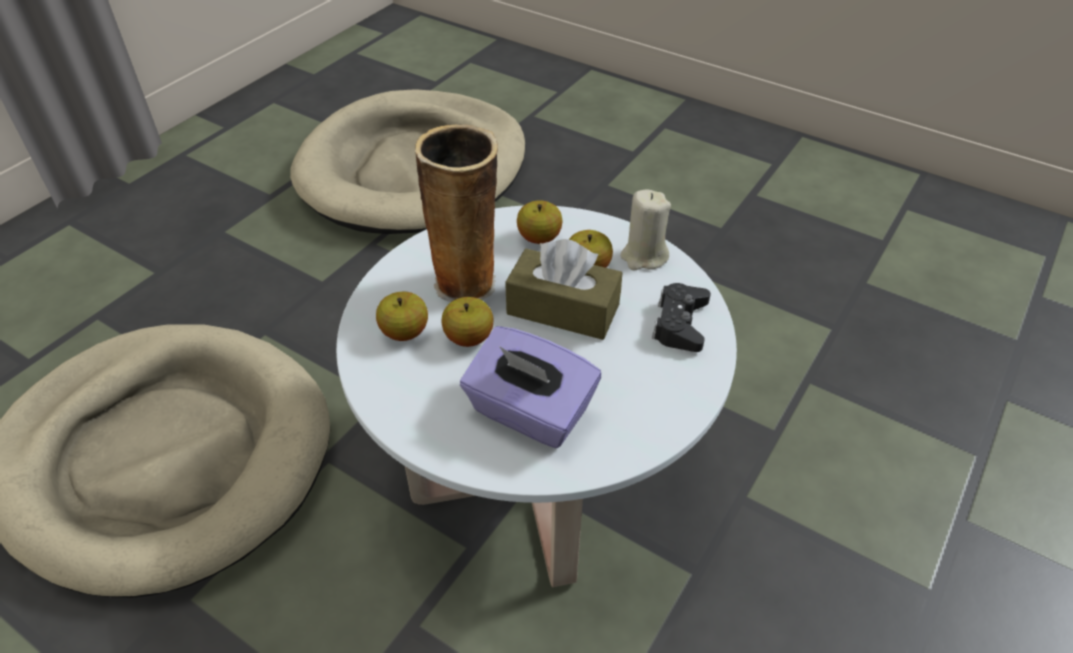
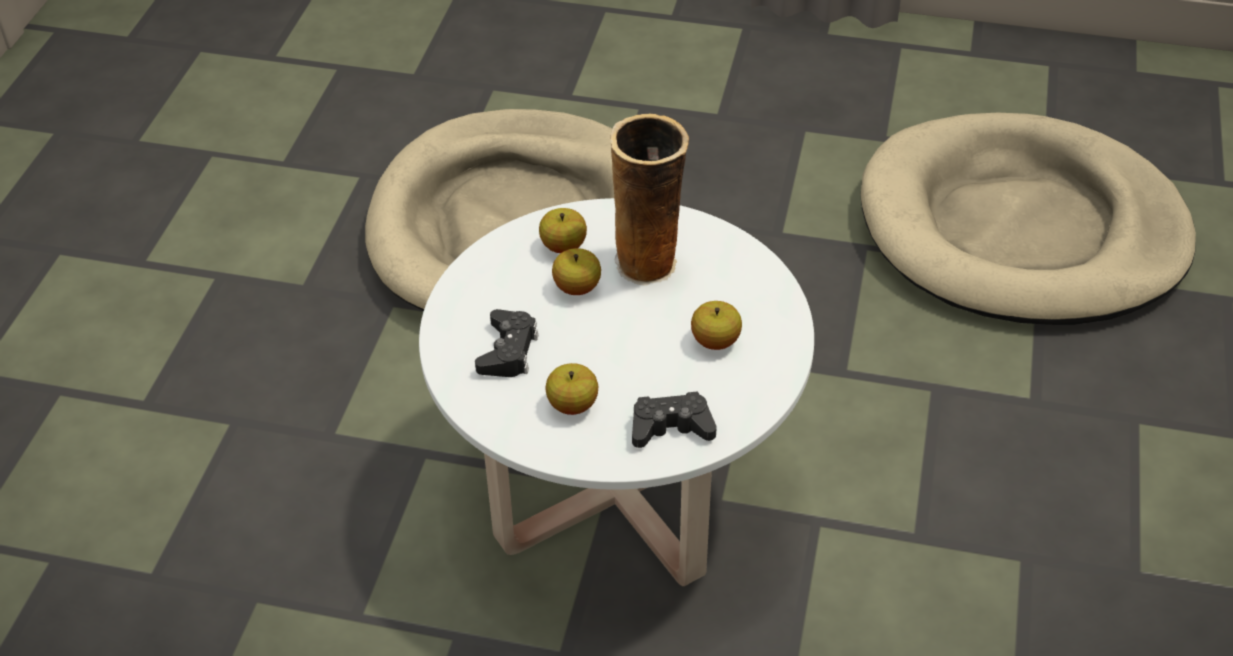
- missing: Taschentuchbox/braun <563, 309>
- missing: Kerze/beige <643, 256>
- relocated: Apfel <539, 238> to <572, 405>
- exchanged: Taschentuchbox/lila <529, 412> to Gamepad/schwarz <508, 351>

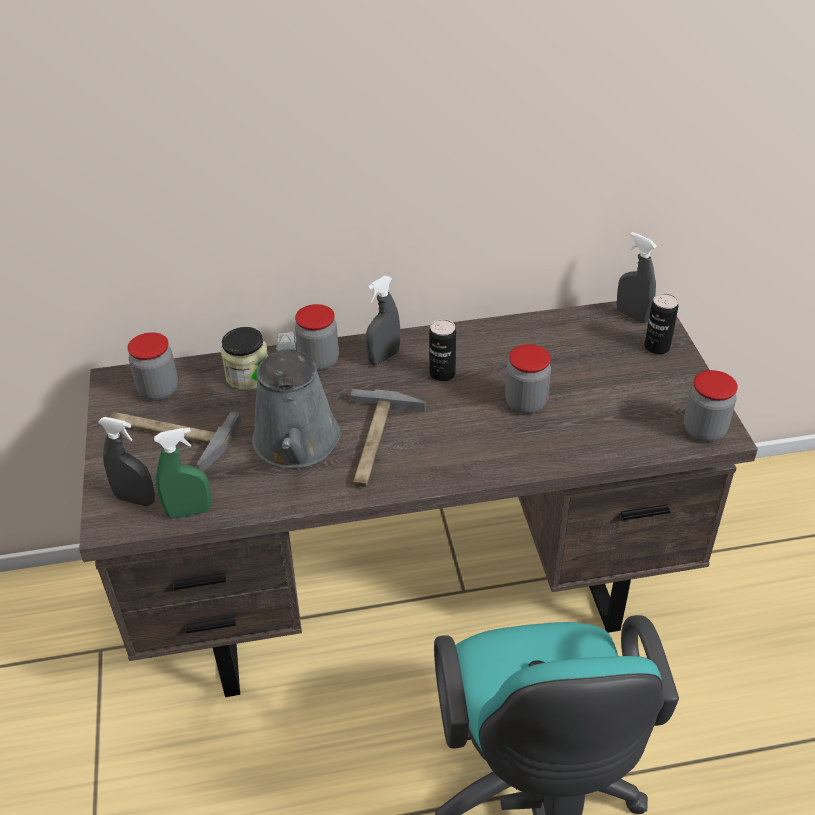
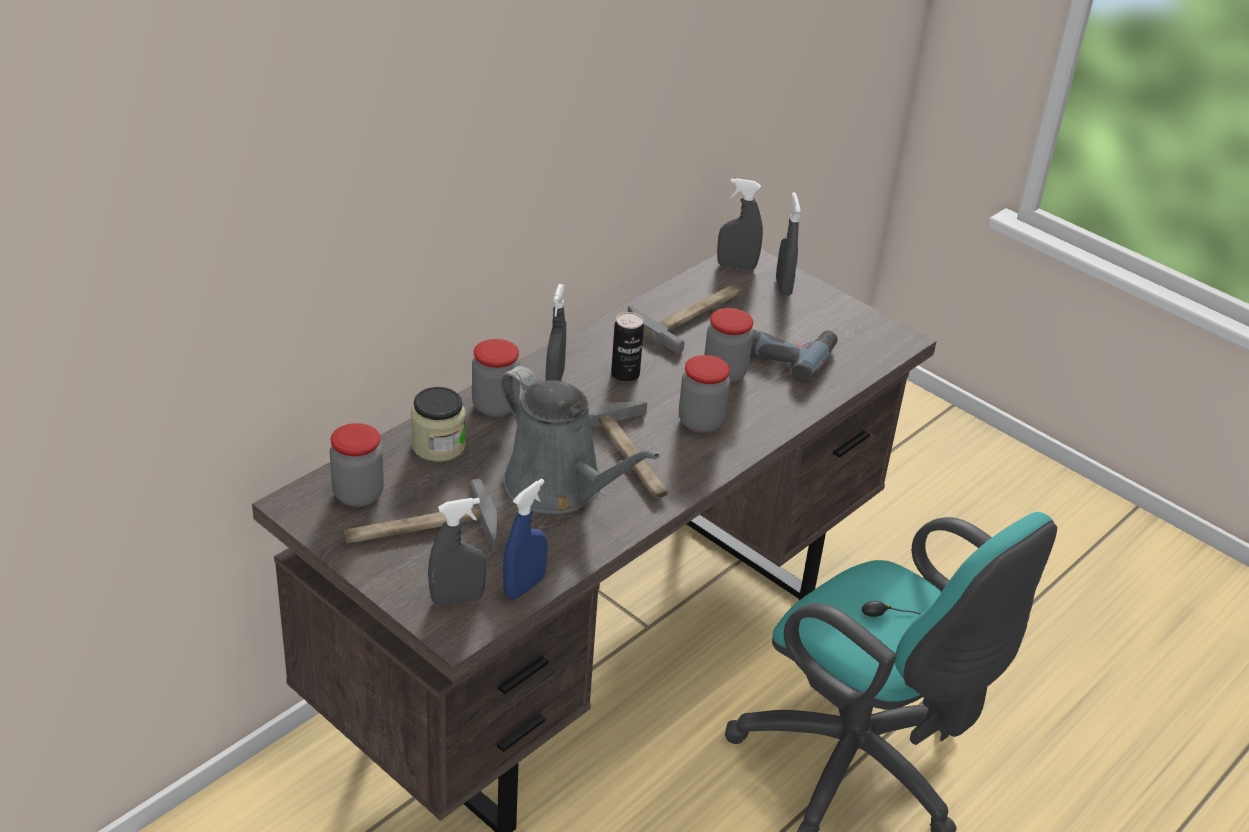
- appeared: Hammer <691, 314>
- appeared: Bohrmaschine <787, 353>
- relocated: Vorratsglas <704, 430> to <701, 422>
- exchanged: Dose <657, 347> to Sprühflasche/grau <783, 287>
- colour: Sprühflasche/grün <189, 511> to Sprühflasche/blau <524, 586>

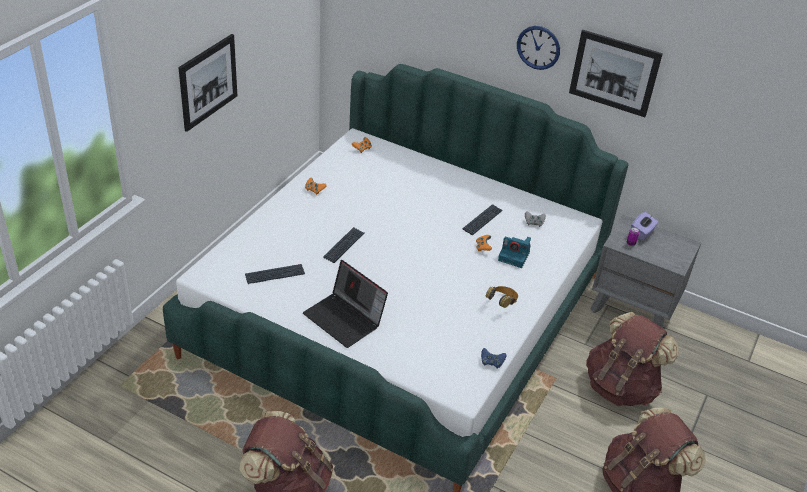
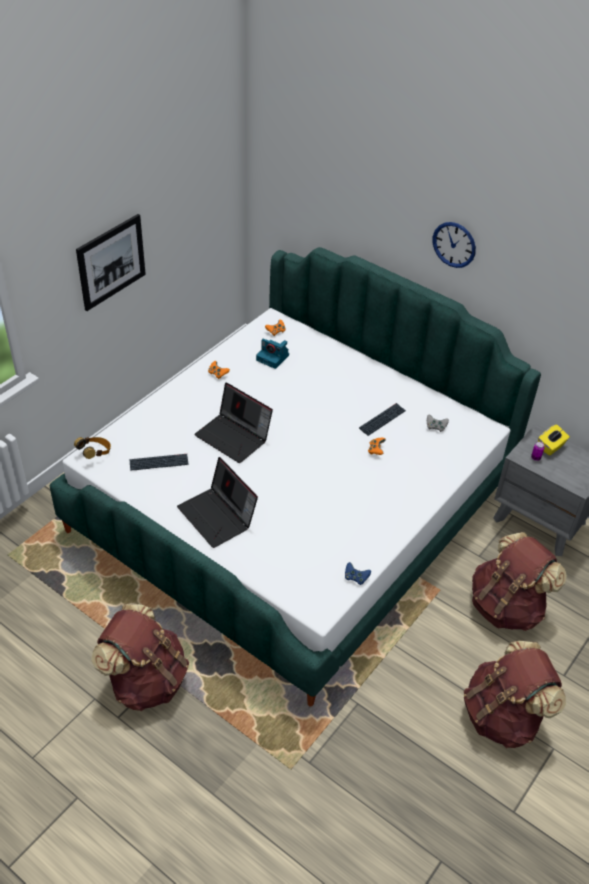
- missing: Bild <614, 73>
- relocated: Kopfhörer <502, 303> to <95, 453>
- relocated: Kamera <514, 256> to <273, 358>
- exchanged: Tastatur <344, 245> to Laptop <234, 437>
- colour: Taschentuchbox/lila <642, 233> to Taschentuchbox/gelb <551, 447>

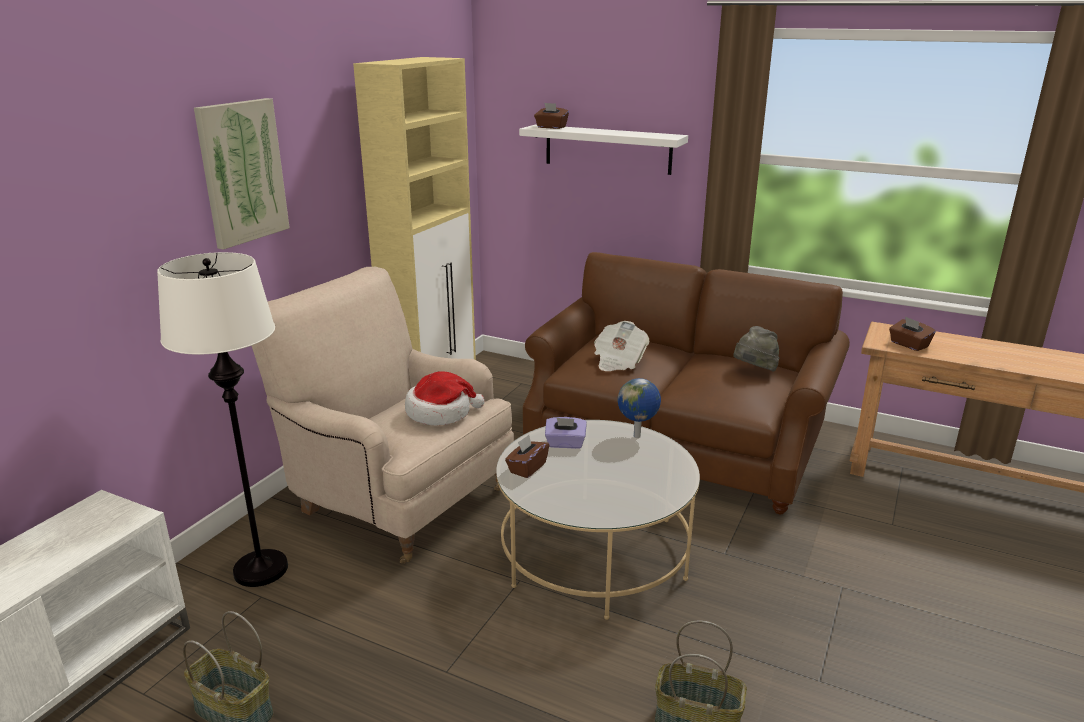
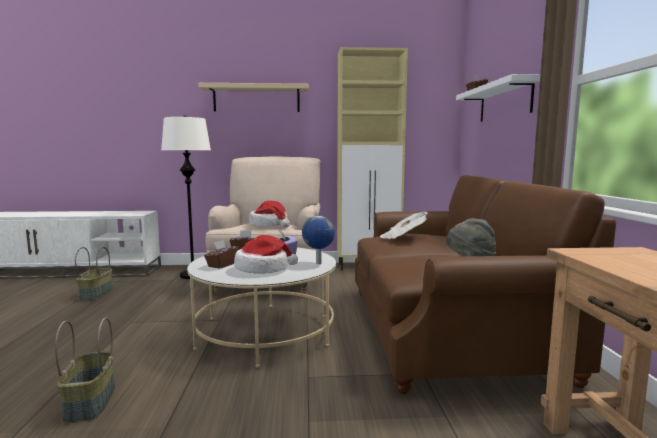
- appeared: Hut <263, 268>
- relocated: Taschentuchbox/braun <908, 345> to <222, 265>
- exchanged: Bild <242, 172> to Wandregal/beige <256, 99>

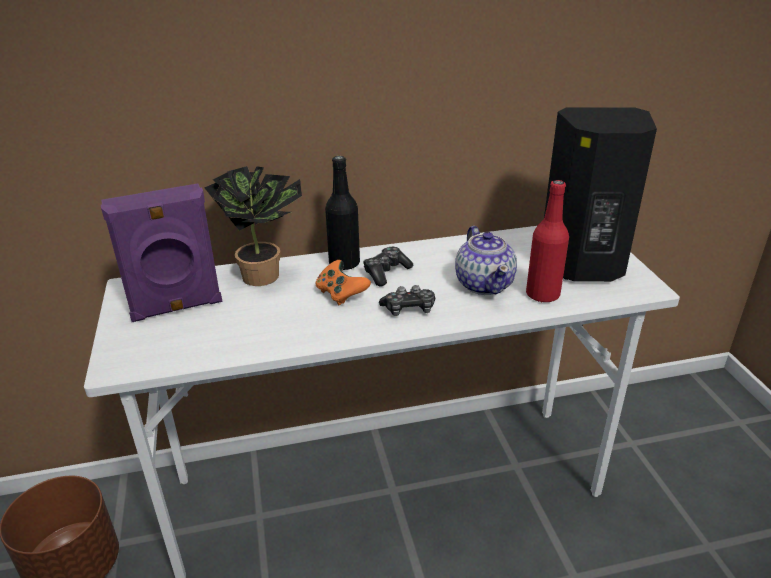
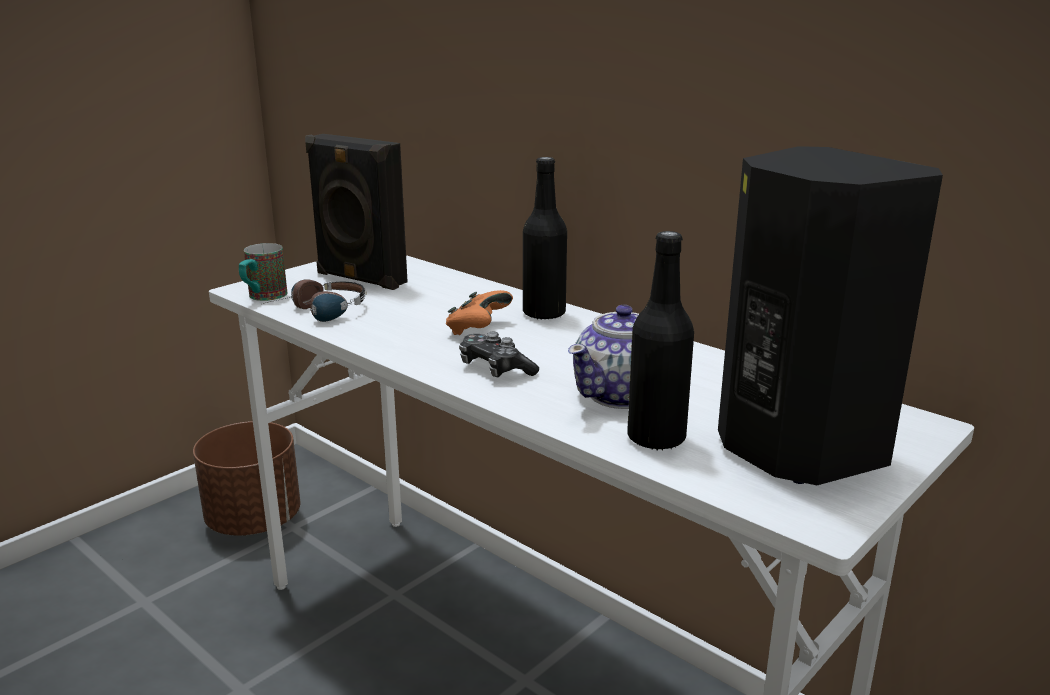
- missing: Topfpflanze <266, 275>
- missing: Gamepad <386, 272>
- appeared: Henkelbecher <263, 297>
- appeared: Kopfhörer <318, 313>
- colour: Lautsprecher/lila <177, 308> to Lautsprecher/schwarz <359, 279>
- colour: Flasche/rot <542, 294> to Flasche/schwarz <656, 438>

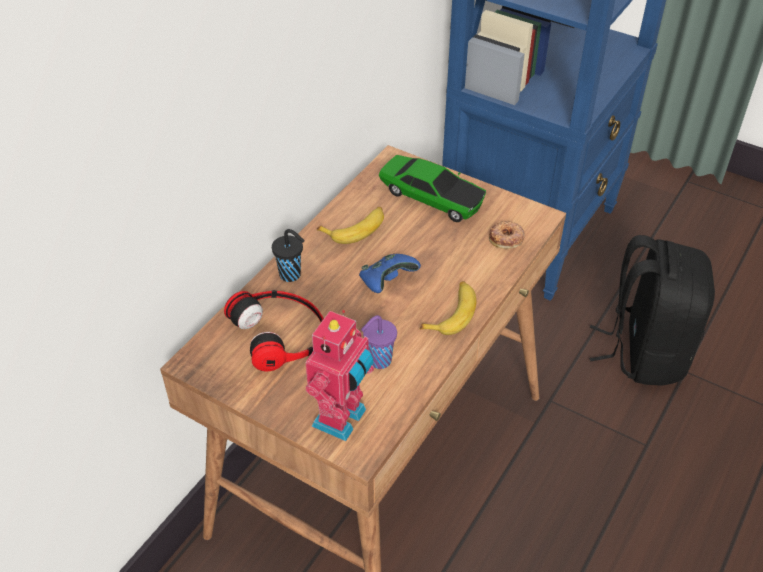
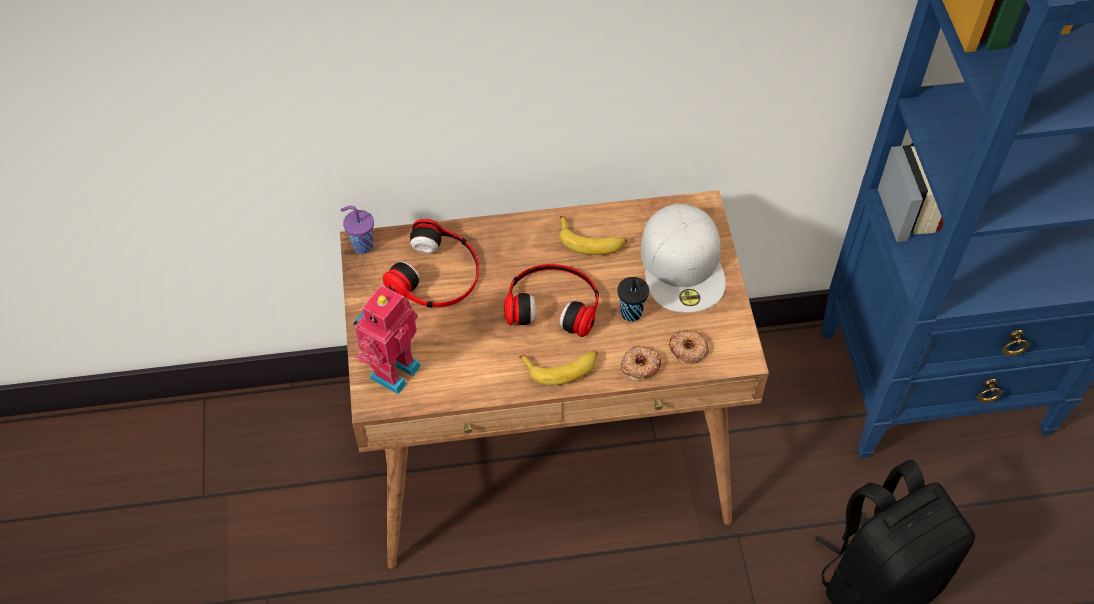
- appeared: Donut <640, 365>
- relocated: Tasse/schwarz <291, 275> to <631, 314>
- relocated: Tasse/lila <378, 361> to <361, 245>
- exchanged: Gamepad/blau <387, 282> to Kopfhörer <553, 302>
- exchanged: Spielzeugauto <431, 197> to Kappe/weiß <683, 265>
- spun: Spielzeugroboter <342, 419> = <392, 370> 135 degrees clockwise

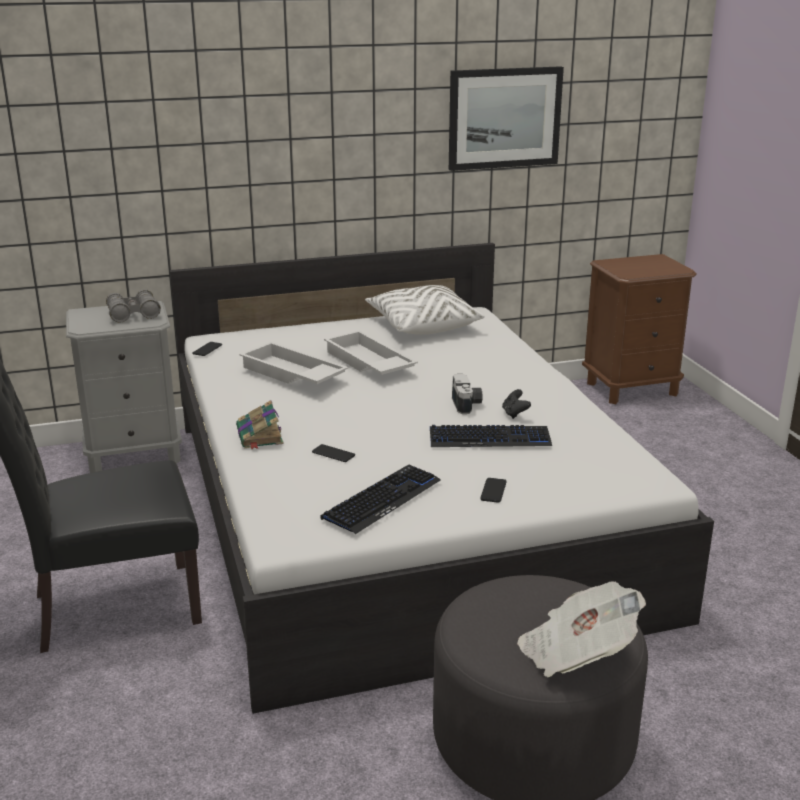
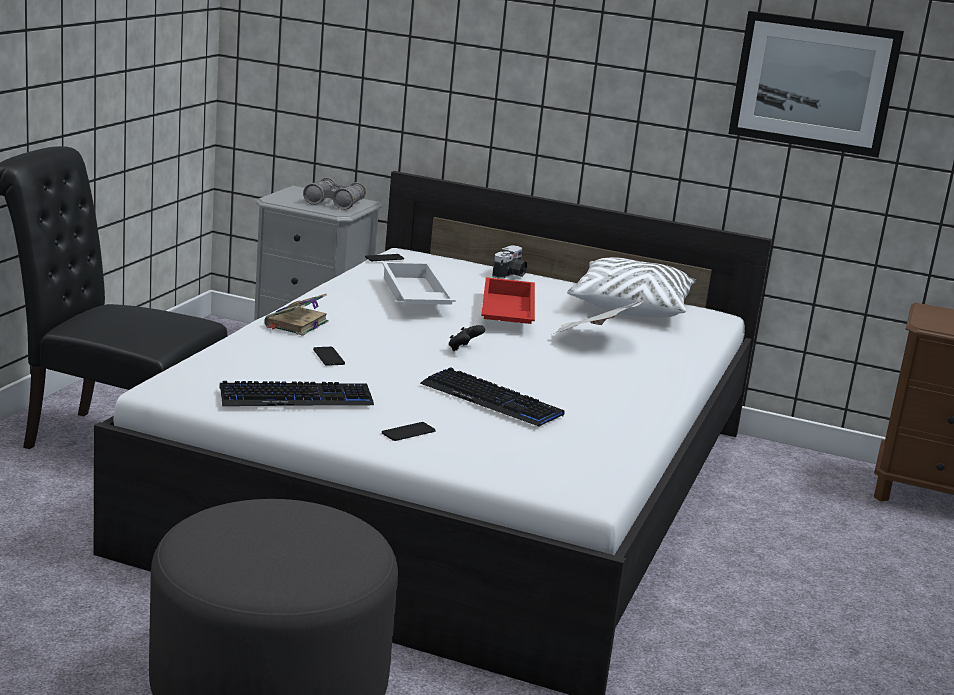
- relocated: Kamera <467, 404> to <511, 275>
- relocated: Gamepad/schwarz <514, 414> to <464, 349>
- relocated: Zeitung <577, 653> to <592, 340>
- colour: Tablett/weiß <367, 363> to Tablett/rot <505, 313>

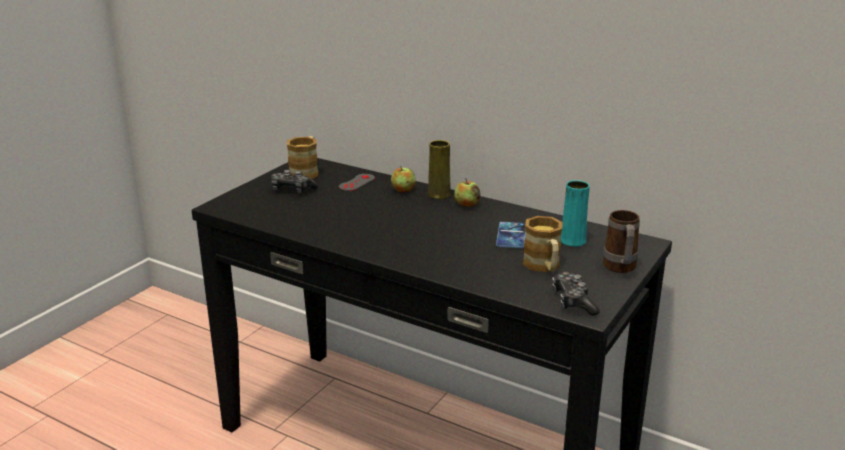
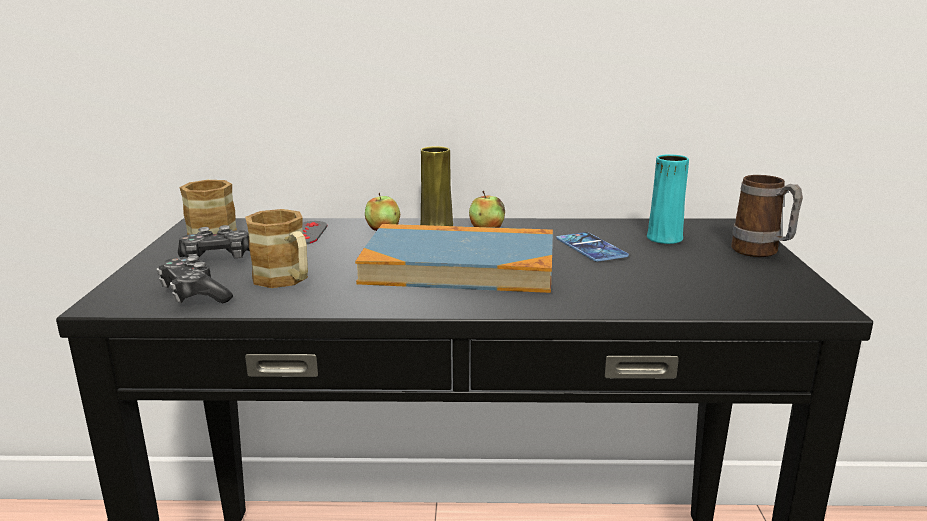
- appeared: Buch <459, 266>
- relocated: Henkelbecher <544, 267> to <286, 280>
- relocated: Gamepad <573, 301> to <194, 294>

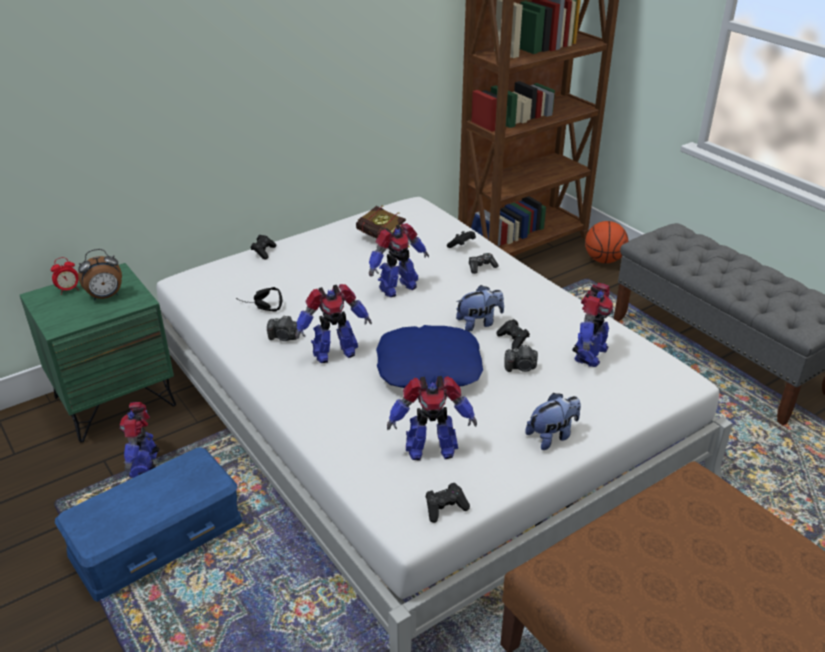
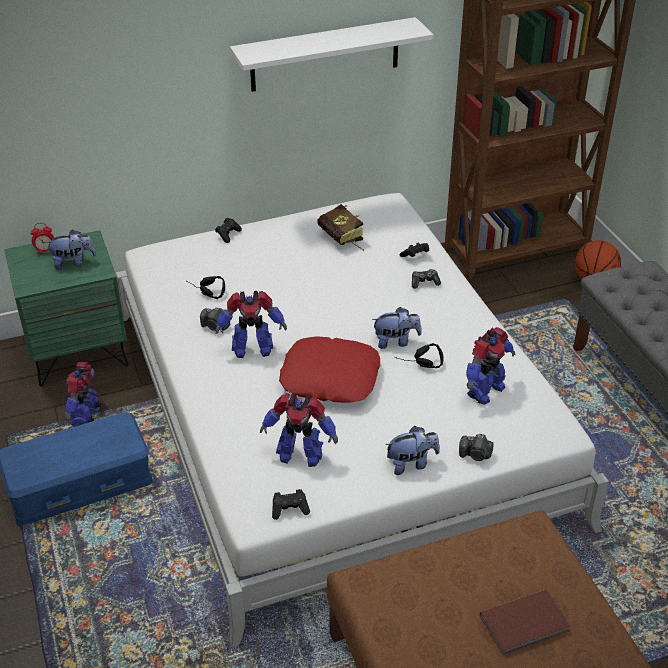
- missing: Spielzeugroboter <397, 288>
- appeared: Wandregal/weiß <325, 55>
- appeared: Buch/braun <526, 625>
- relocated: Kamera <521, 367> to <475, 455>
- exchanged: Wecker <105, 297> to Plüschtier <73, 263>
- exchanged: Gamepad/schwarz <513, 340> to Kopfhörer/schwarz <419, 365>
- colour: Kissen/blau <429, 366> to Kissen/rot <330, 377>

